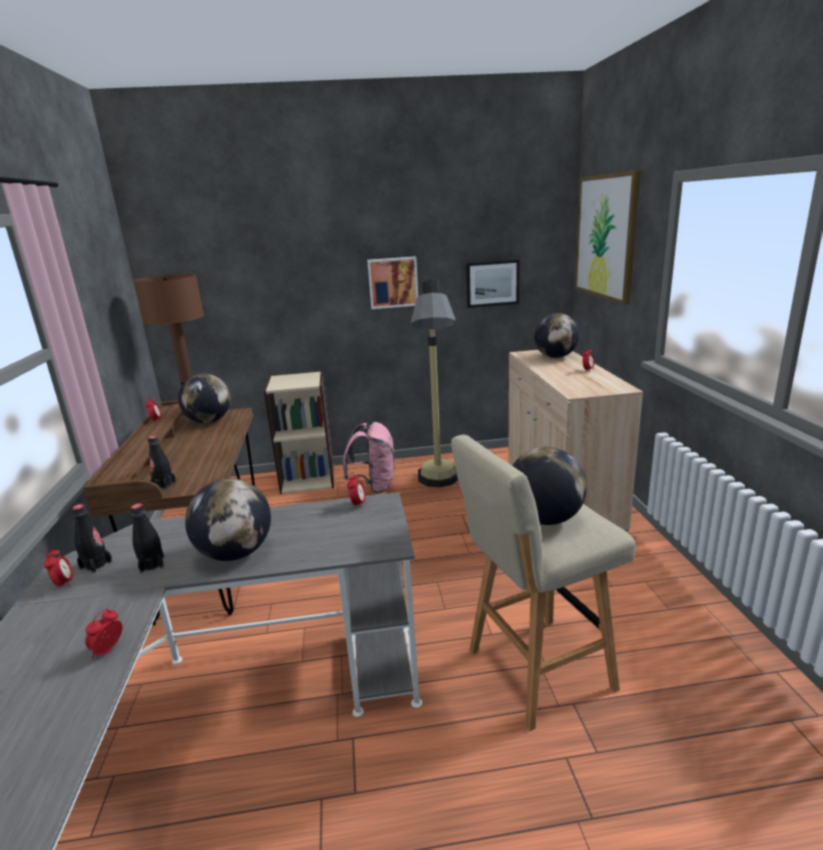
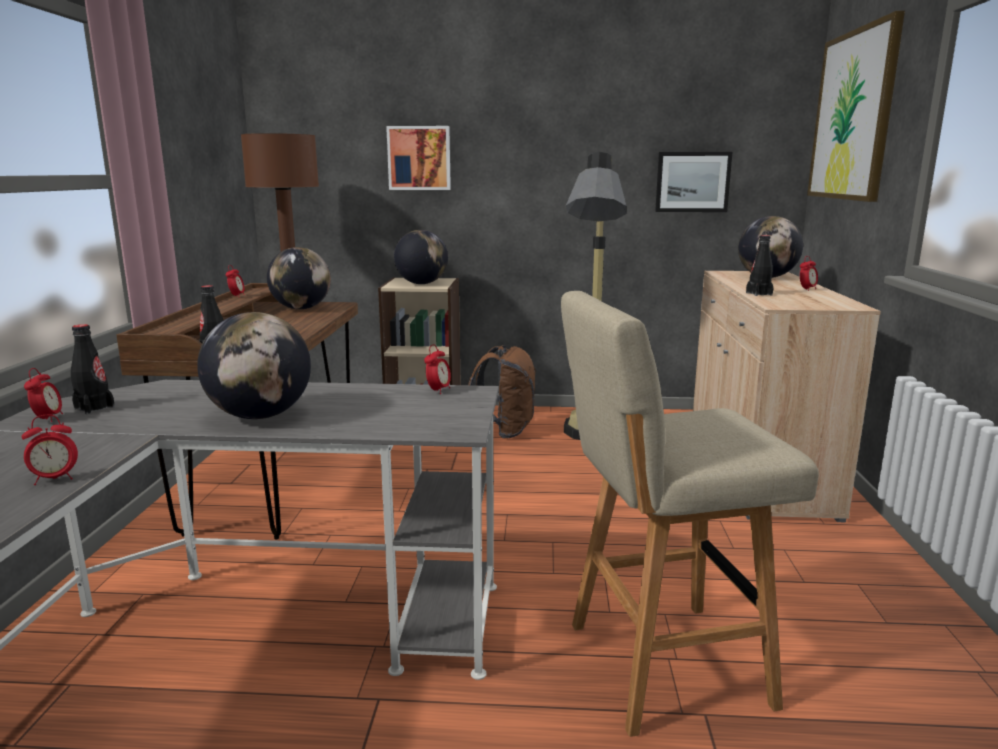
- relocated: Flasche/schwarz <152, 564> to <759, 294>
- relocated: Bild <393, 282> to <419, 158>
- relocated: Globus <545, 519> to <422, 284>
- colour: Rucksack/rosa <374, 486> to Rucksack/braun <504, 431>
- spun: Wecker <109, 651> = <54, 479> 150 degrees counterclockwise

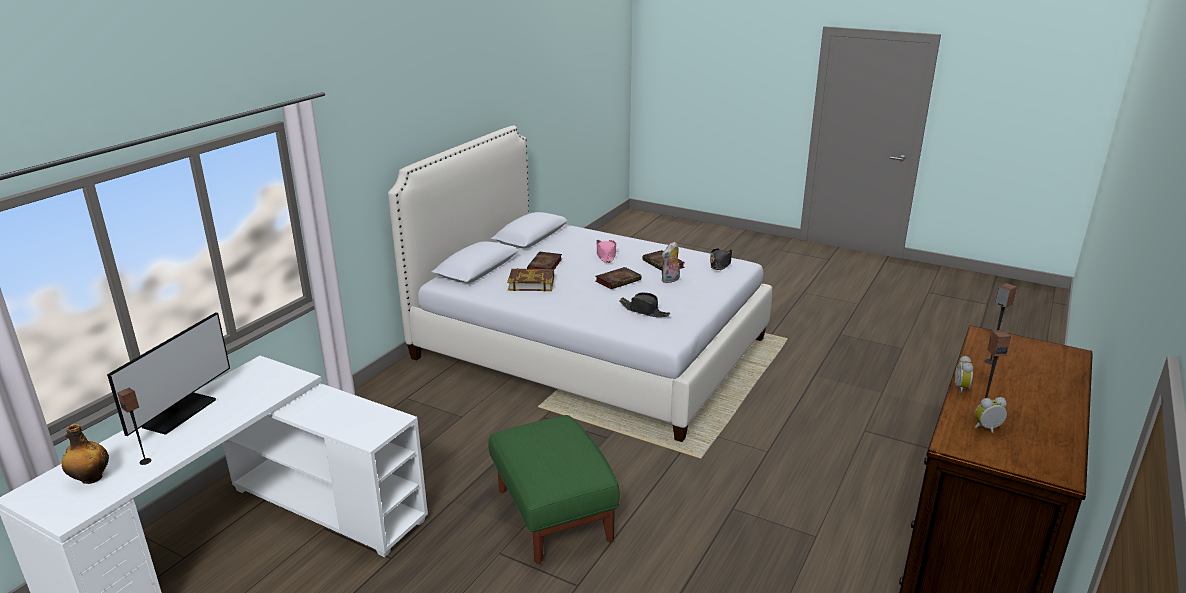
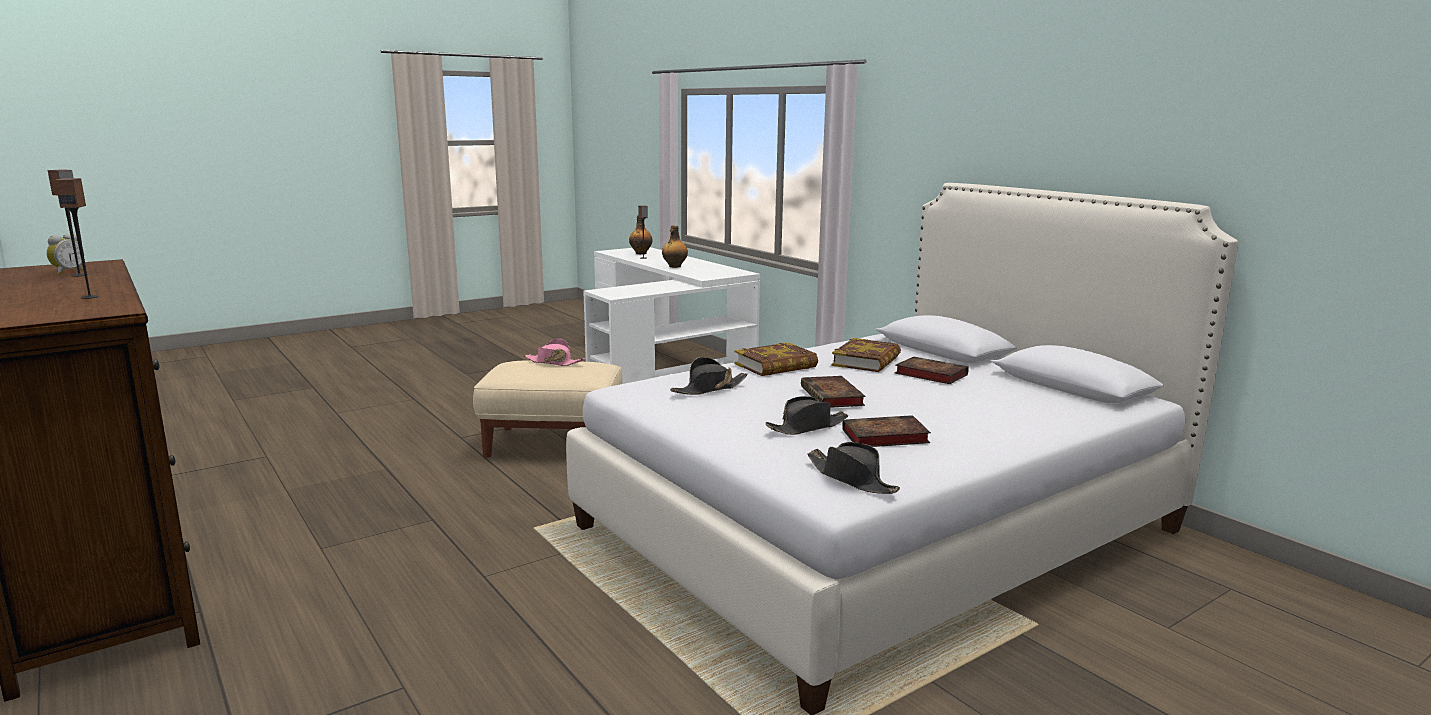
- missing: Monitor <179, 413>
- missing: Wecker <962, 388>
- appeared: Flasche <674, 266>
- appeared: Buch <776, 366>
- relocated: Hut/rosa <606, 255> to <554, 362>
- exchanged: Plüschtier <670, 280> to Hut/schwarz <807, 427>
- colour: Polsterhocker/grün <553, 514> to Polsterhocker/beige <554, 444>

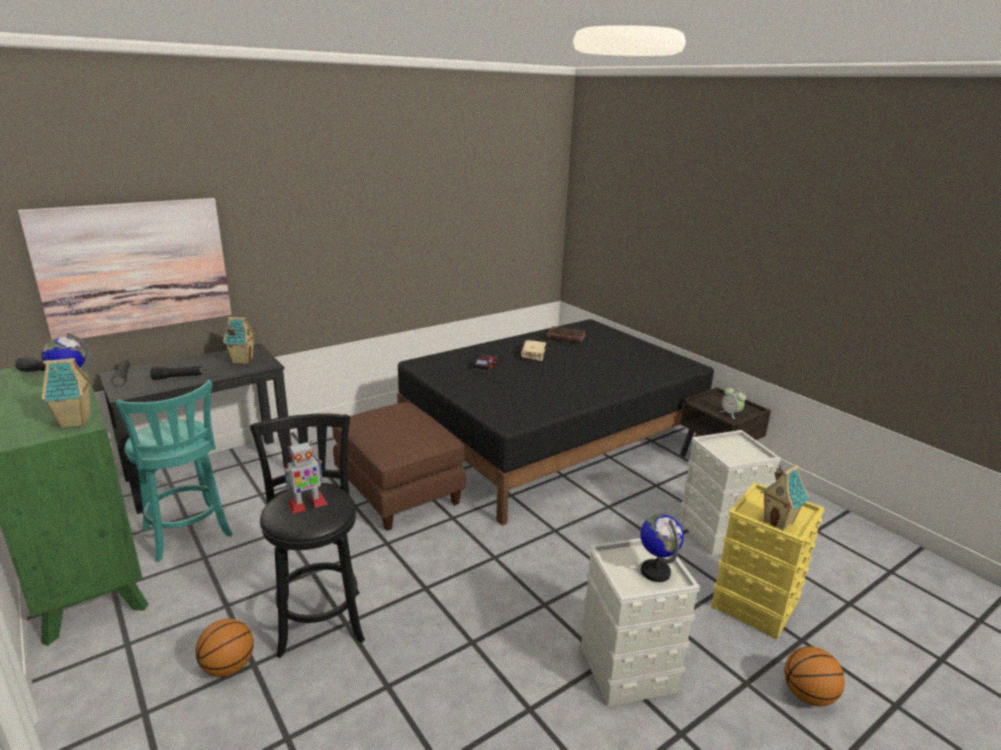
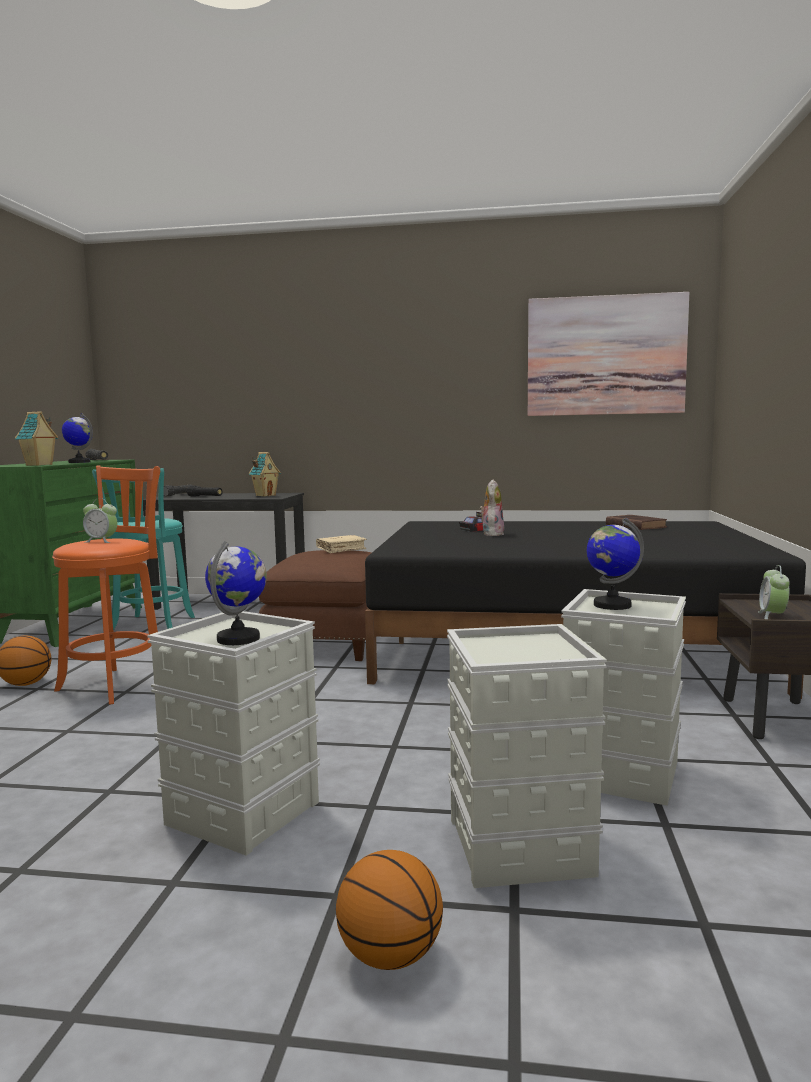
- missing: Spielzeughaus <779, 522>
- appeared: Plüschtier <491, 534>
- appeared: Globus <611, 605>
- relocated: Bild <135, 267> to <605, 356>
- relocated: Buch/beige <533, 354> to <341, 549>
- exchanged: Spielzeugroboter <307, 504> to Wecker <101, 541>
- colour: Hocker/schwarz <320, 619> to Hocker/orange <118, 684>
- colour: Aufbewahrungsbox/gelb <755, 605> to Aufbewahrungsbox/grau <521, 847>

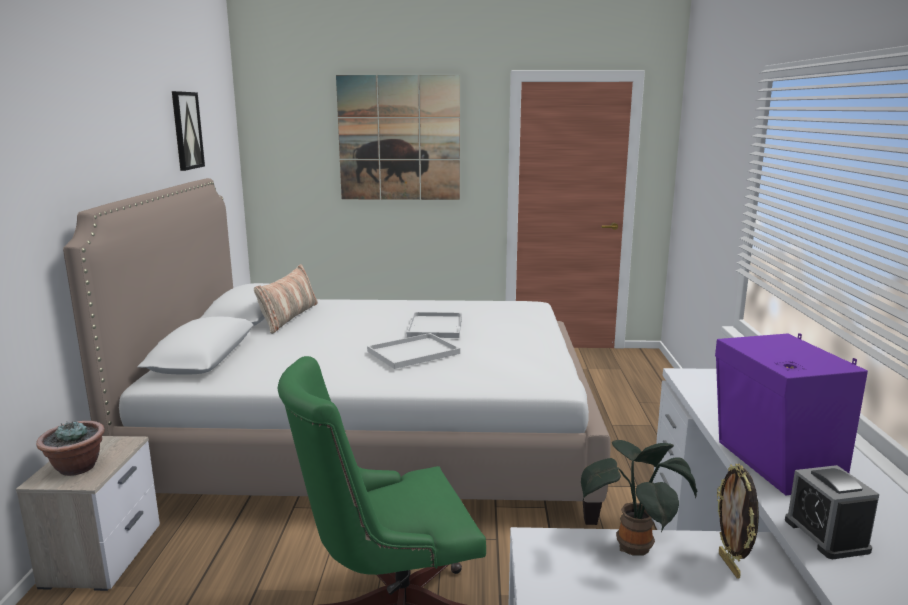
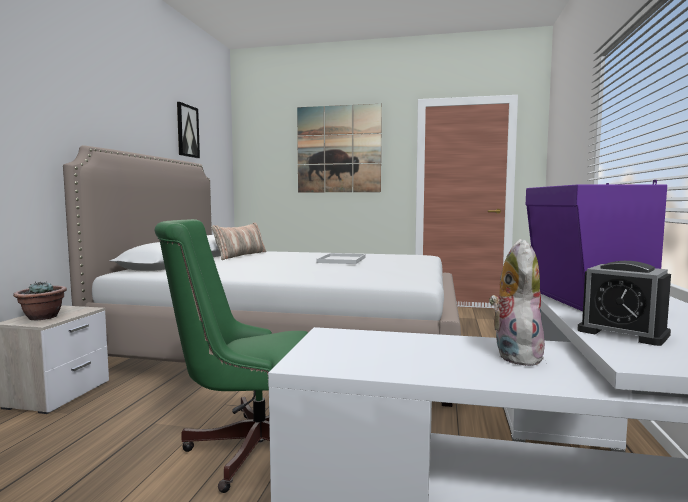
- missing: Tablett/weiß <414, 352>
- missing: Topfpflanze <634, 545>
- exchanged: Bilderrahmen <730, 565> to Plüschtier <514, 355>
- spun: Wecker <826, 535> = <623, 332> 45 degrees counterclockwise

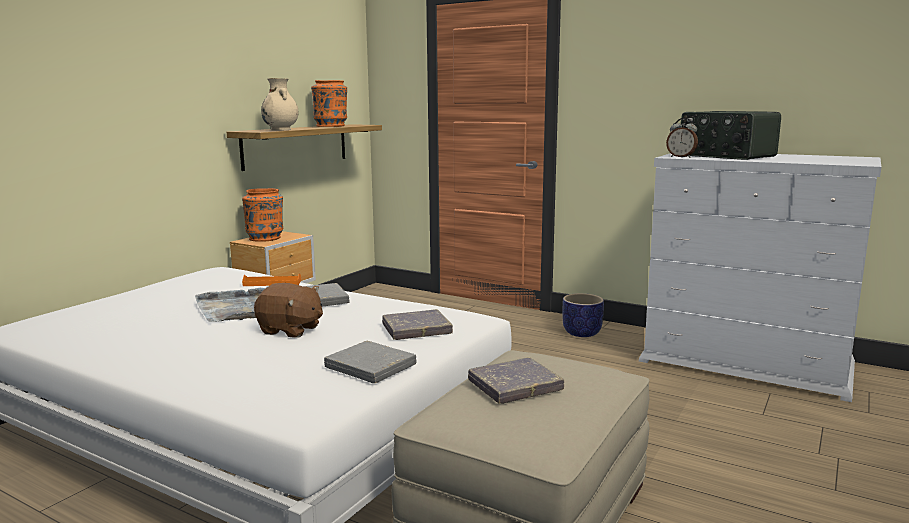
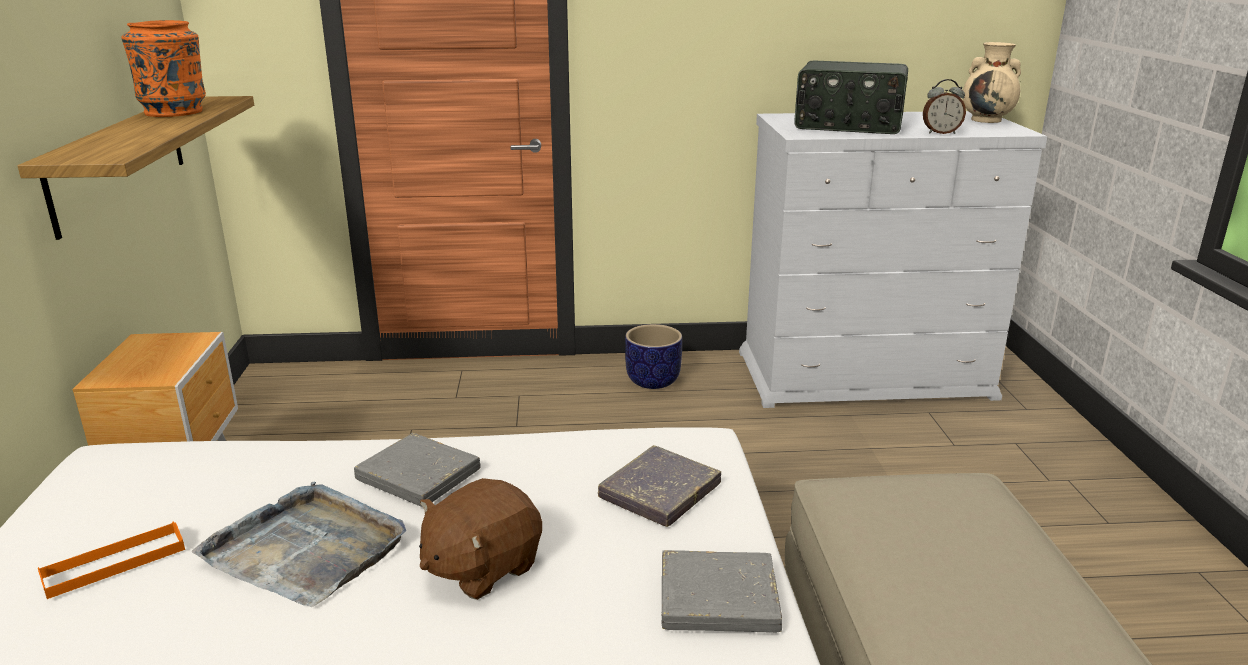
- missing: Vase/orange <265, 238>
- missing: Buch/grau <515, 386>
- relocated: Tablett/orange <272, 283> to <114, 563>
- relocated: Vase/beige <281, 130> to <987, 120>
- relocated: Wecker <681, 157> to <940, 133>
- spun: Plüschtier/braun <290, 330> = <481, 567> 150 degrees clockwise

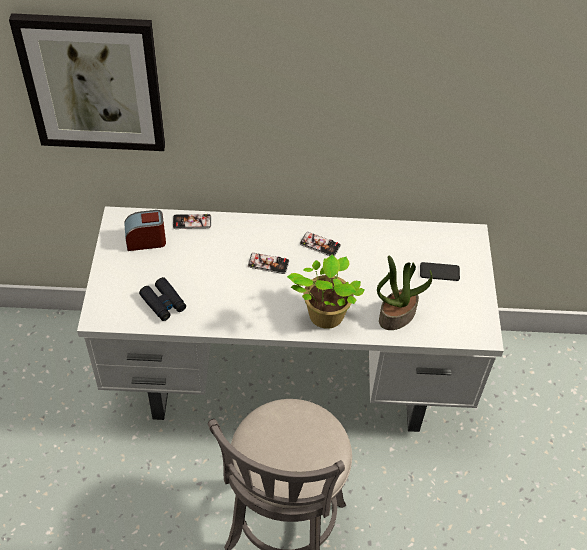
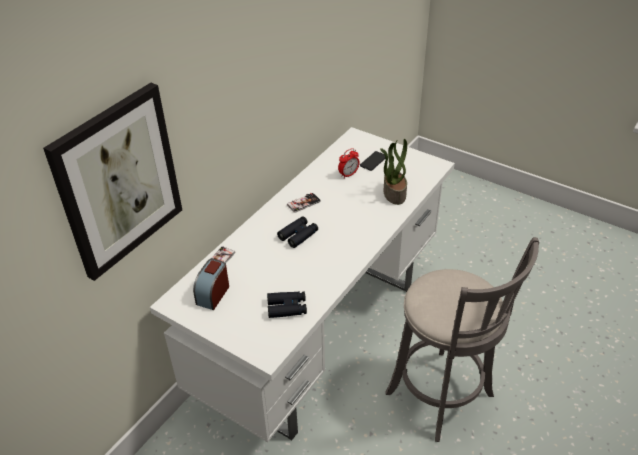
- missing: Topfpflanze <323, 316>
- appeared: Wecker <348, 174>
- exchanged: Handy <268, 264> to Fernglas/schwarz <298, 235>

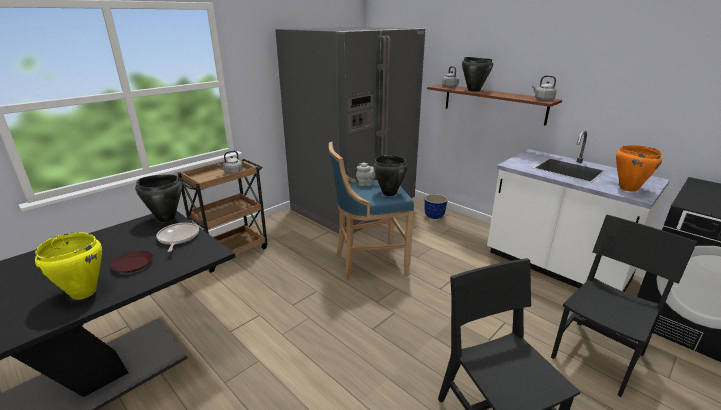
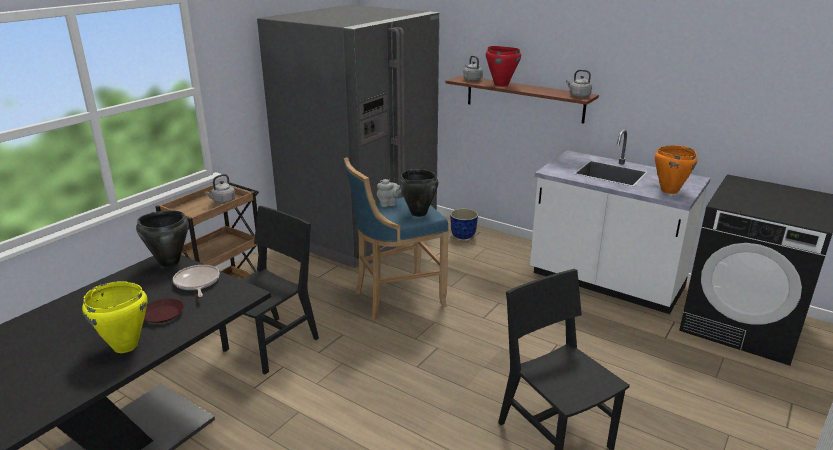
- relocated: Stuhl/schwarz <598, 355> to <271, 344>
- colour: Kochtopf/schwarz <473, 90> to Kochtopf/rot <501, 85>

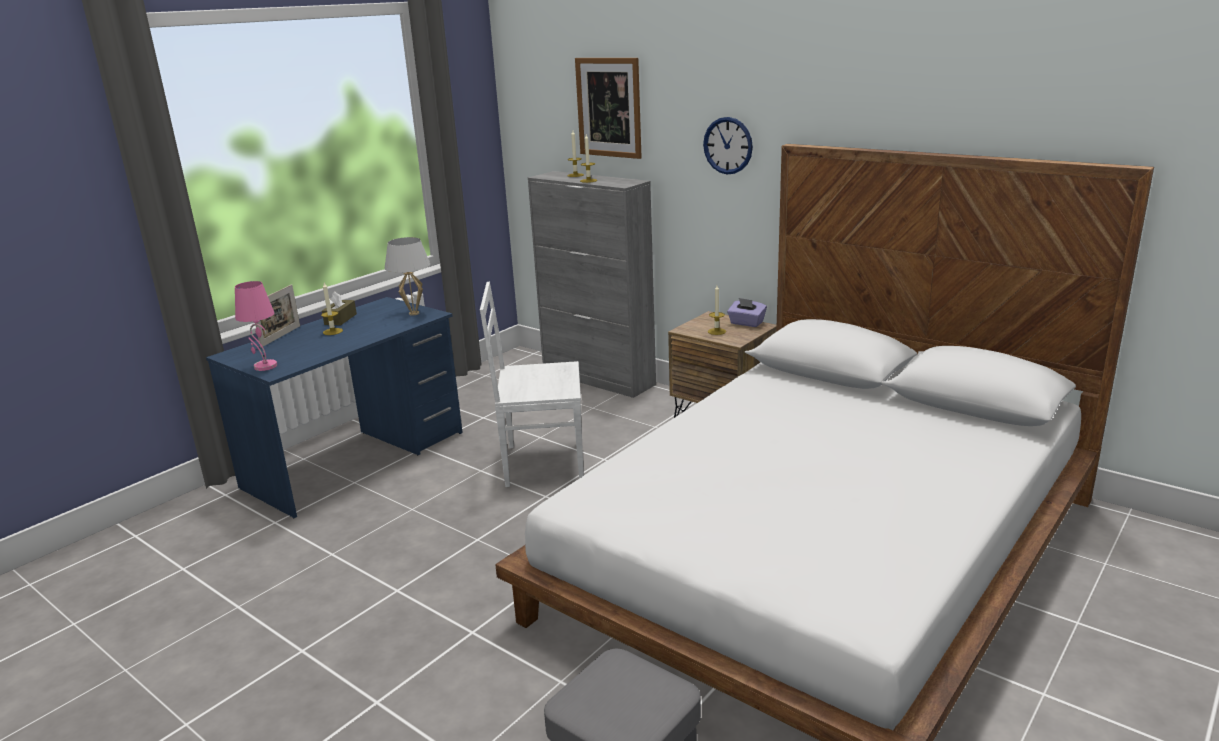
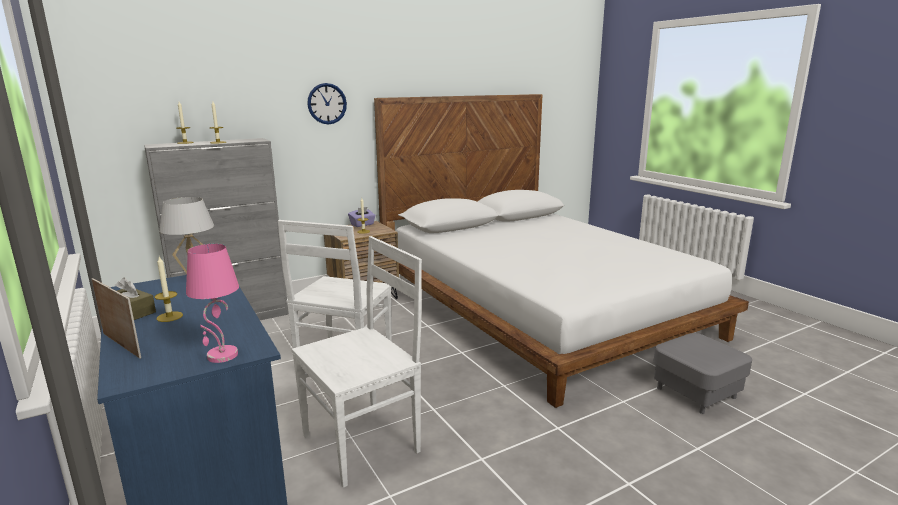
- missing: Bild <609, 107>
- appeared: Stuhl/weiß <364, 442>

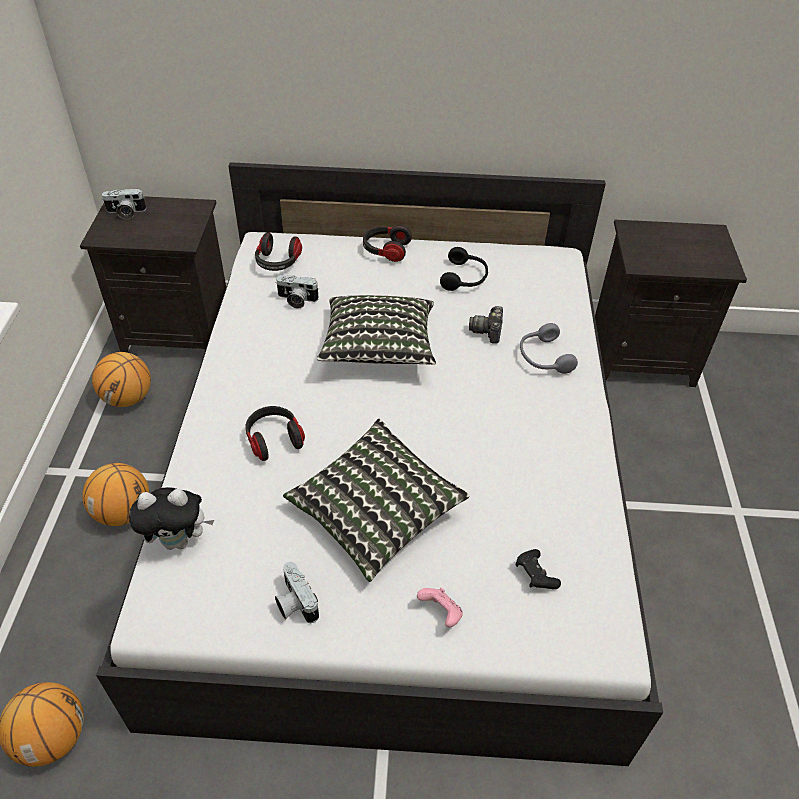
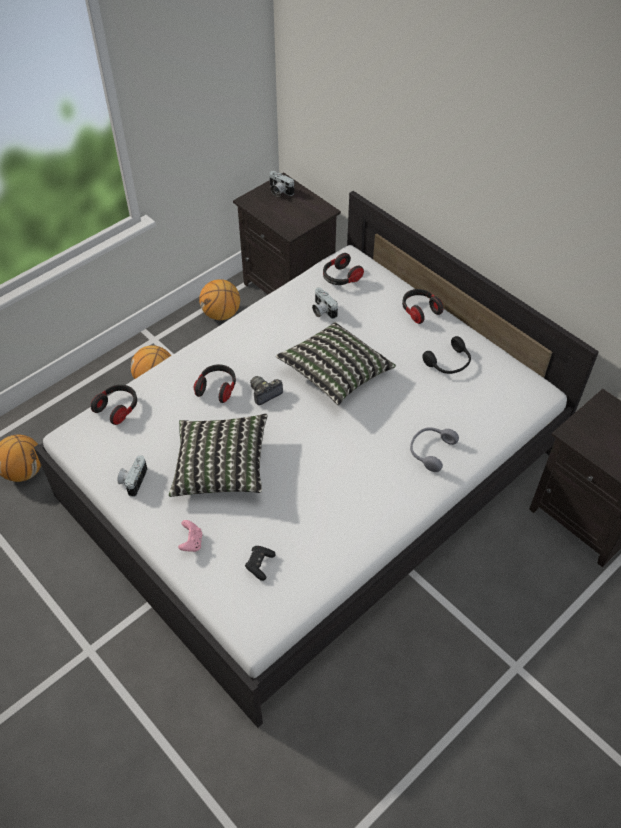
- relocated: Kamera <488, 331> to <265, 393>
- exchanged: Plüschtier <179, 540> to Kopfhörer <118, 408>

